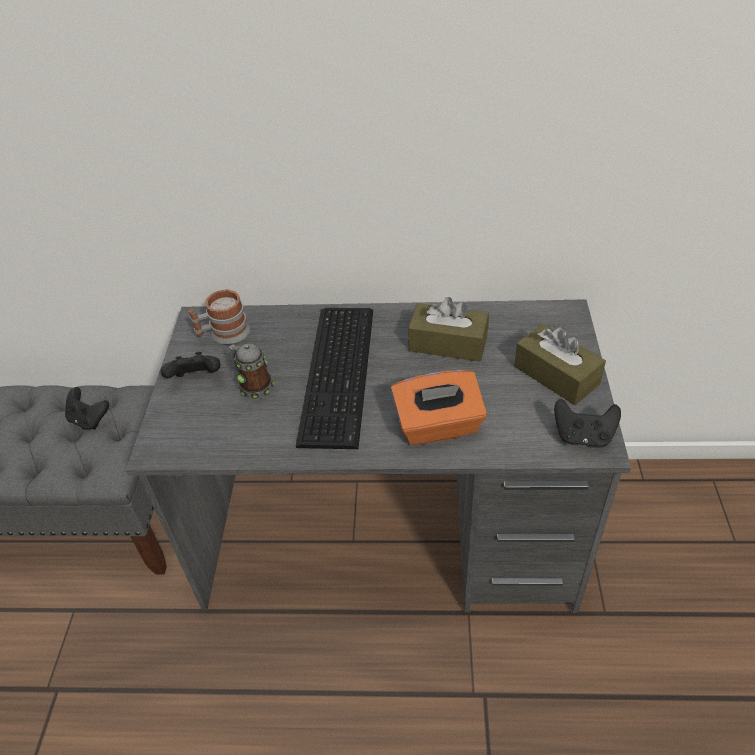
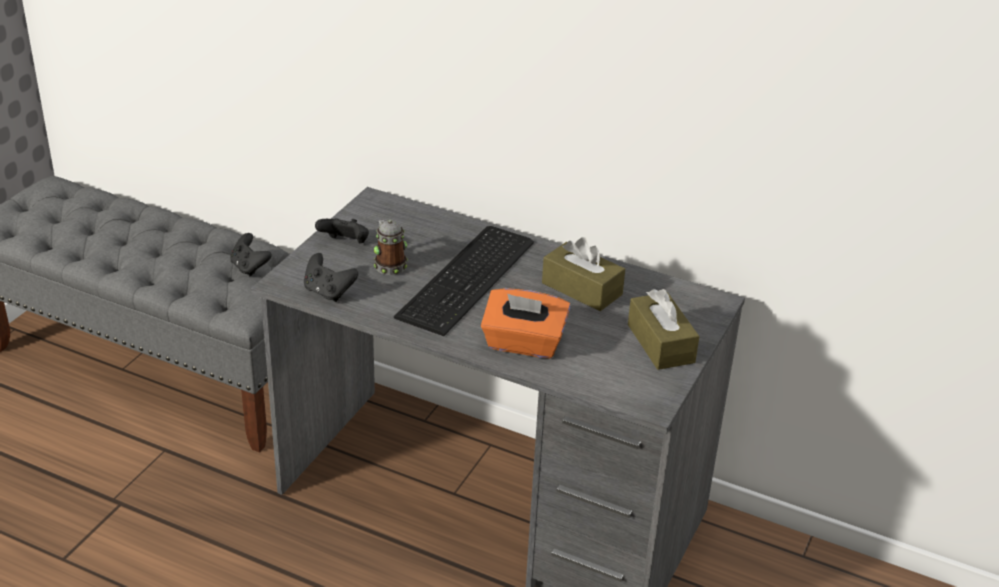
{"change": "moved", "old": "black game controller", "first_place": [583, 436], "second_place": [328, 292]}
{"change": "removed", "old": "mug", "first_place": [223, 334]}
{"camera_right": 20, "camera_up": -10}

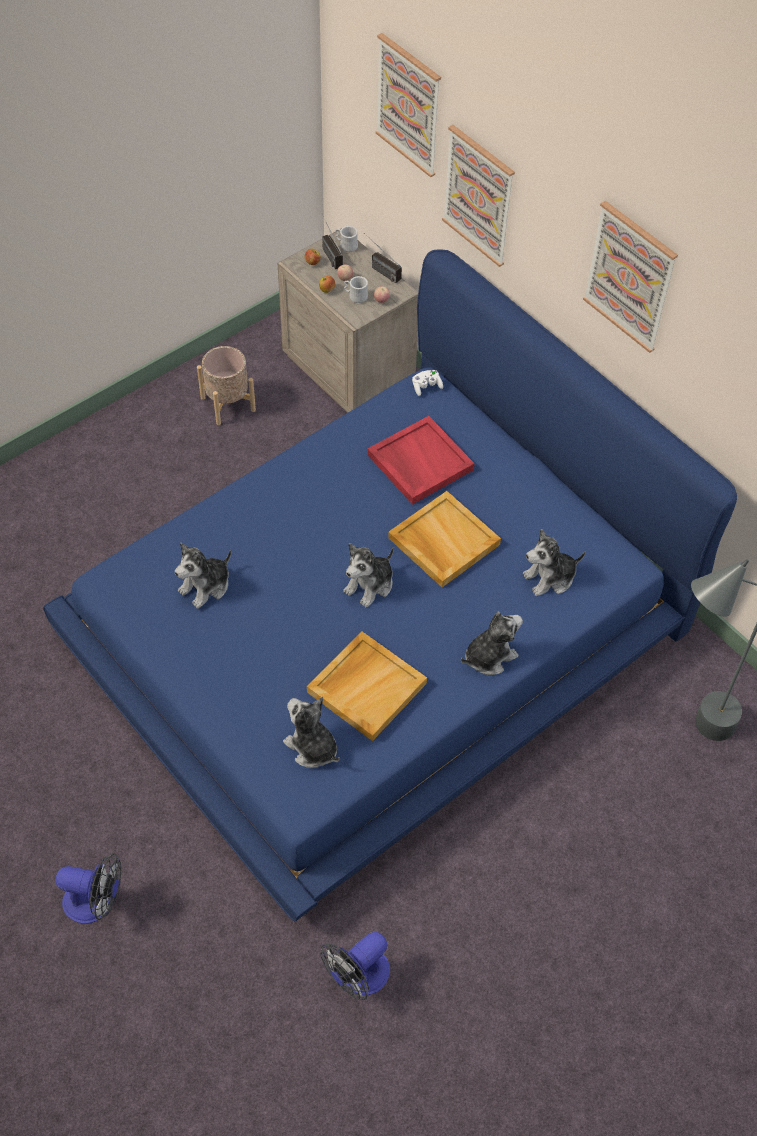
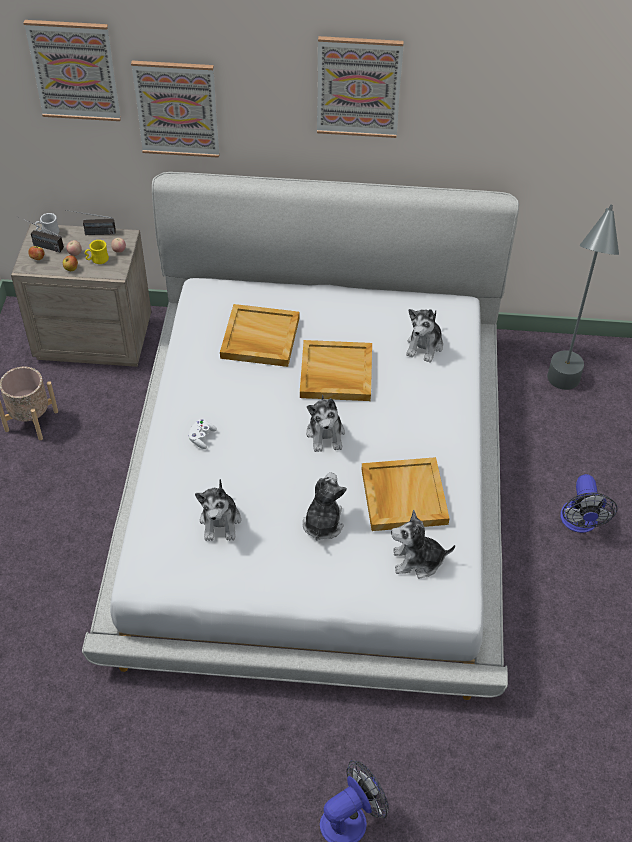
{"change": "recoloured", "old": "blue bed", "new": "white bed", "first_place": [376, 631], "second_place": [315, 484]}
{"change": "recoloured", "old": "white mug", "new": "yellow mug", "first_place": [355, 296], "second_place": [97, 260]}
{"change": "moved", "old": "white game controller", "first_place": [426, 387], "second_place": [202, 438]}
{"change": "recoloured", "old": "red tray", "new": "beige tray", "first_place": [419, 462], "second_place": [259, 338]}
{"change": "moved", "old": "plush toy", "first_place": [489, 656], "second_place": [322, 523]}
{"change": "moved", "old": "fan", "first_place": [358, 978], "second_place": [580, 523]}
{"camera_right": -45, "camera_up": -5}

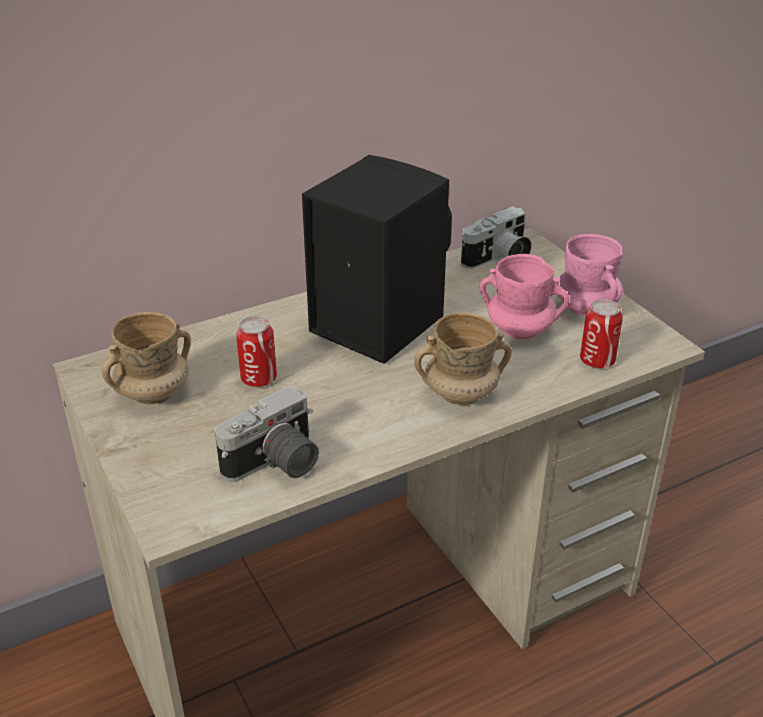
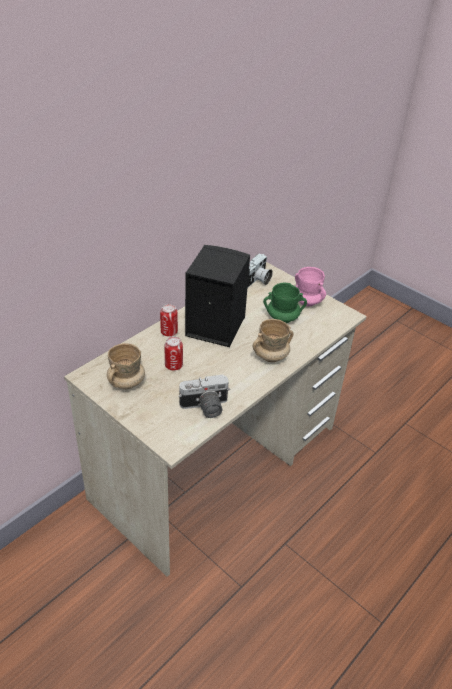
{"change": "moved", "old": "can", "first_place": [597, 361], "second_place": [169, 332]}
{"change": "turned", "old": "photo camera", "first_place": [276, 465], "second_place": [205, 408], "degrees": 45}
{"change": "recoloured", "old": "pink mug", "new": "green mug", "first_place": [520, 329], "second_place": [283, 318]}
{"camera_right": -20, "camera_up": 5}

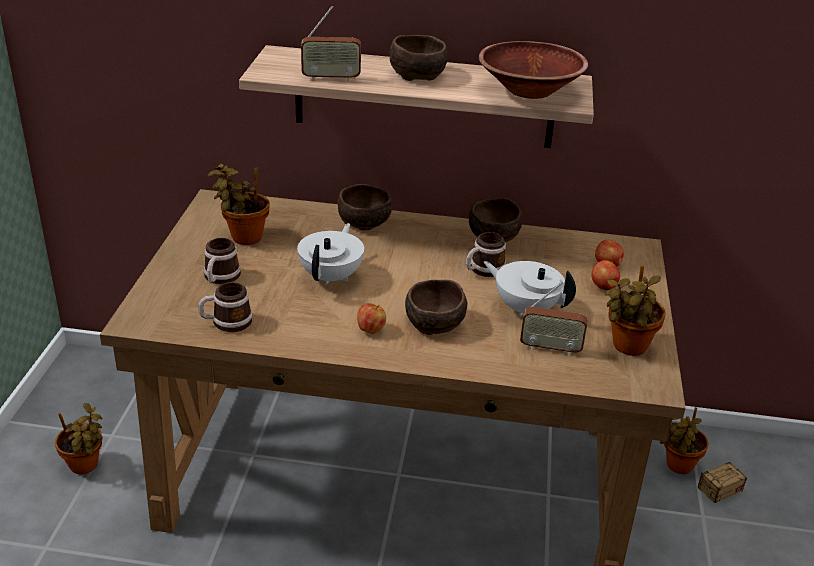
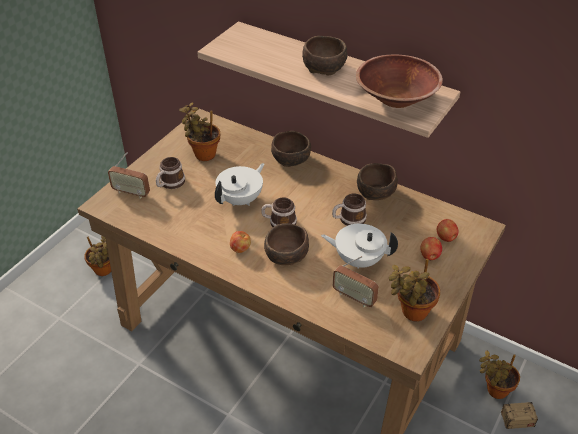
{"change": "moved", "old": "radio", "first_place": [331, 78], "second_place": [131, 192]}
{"change": "moved", "old": "mug", "first_place": [226, 322], "second_place": [279, 222]}
{"change": "turned", "old": "white teapot", "first_place": [525, 308], "second_place": [358, 259], "degrees": -45}
{"camera_right": 25, "camera_up": 10}

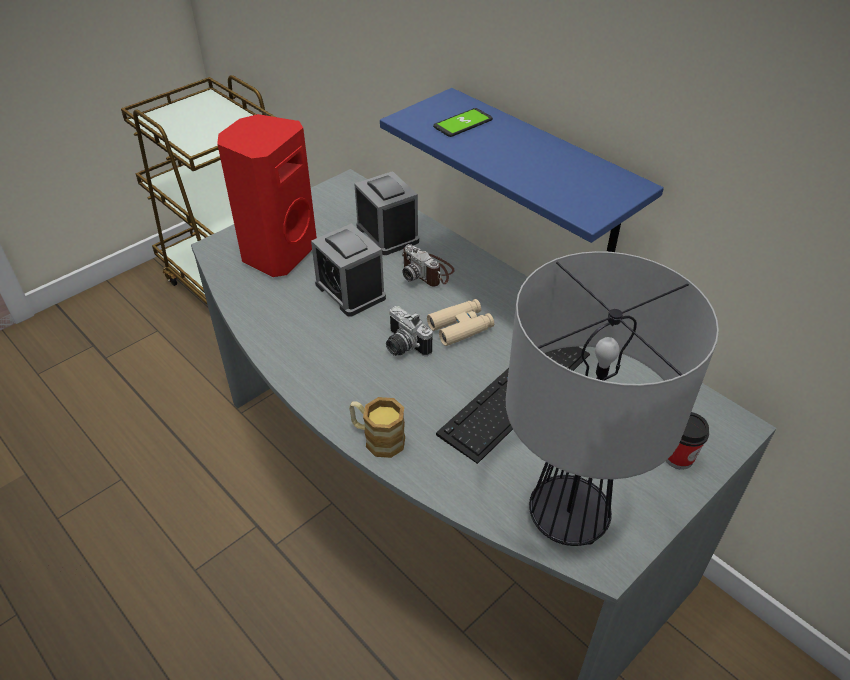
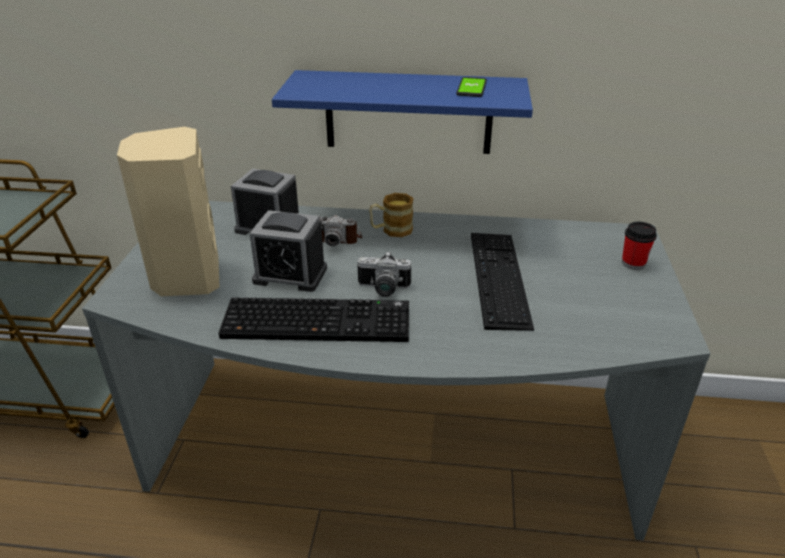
{"change": "recoloured", "old": "red speaker", "new": "beige speaker", "first_place": [277, 253], "second_place": [186, 278]}
{"change": "added", "new": "keyboard", "second_place": [319, 320]}
{"change": "moved", "old": "mug", "first_place": [377, 438], "second_place": [391, 230]}
{"change": "moved", "old": "phone", "first_place": [463, 124], "second_place": [471, 88]}
{"change": "removed", "old": "beige binoculars", "first_place": [460, 327]}
{"change": "removed", "old": "table lamp", "first_place": [568, 515]}
{"camera_right": -40, "camera_up": -10}

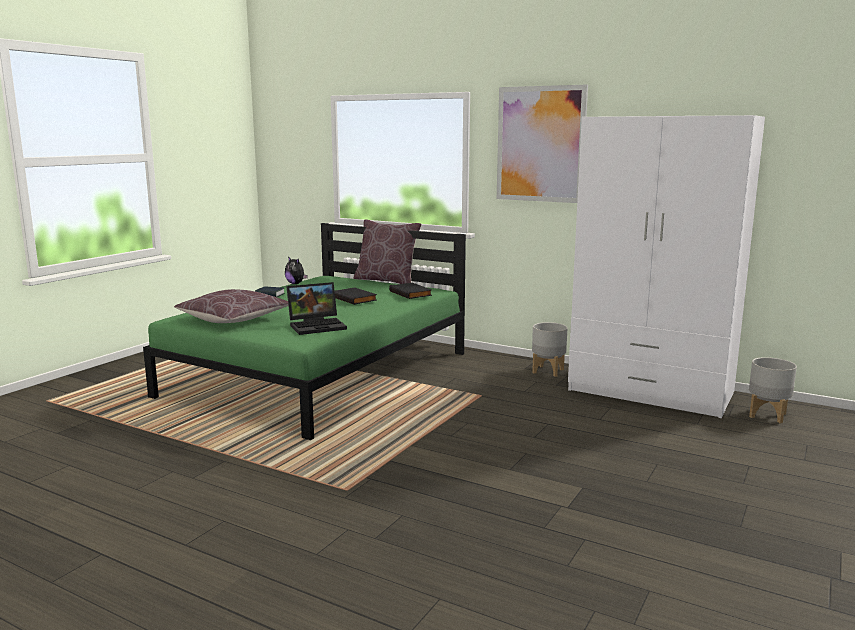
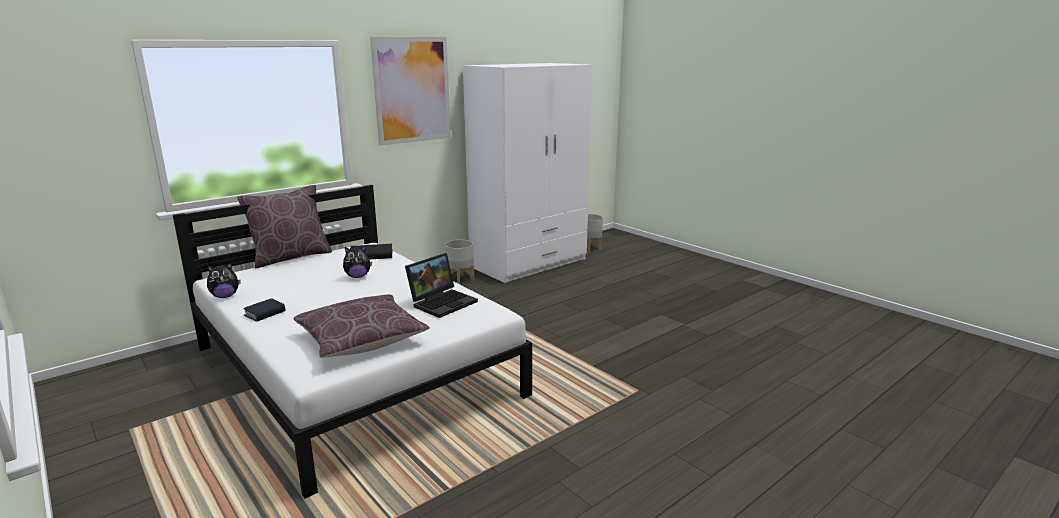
{"change": "recoloured", "old": "green bed", "new": "white bed", "first_place": [320, 374], "second_place": [354, 371]}
{"change": "replaced", "old": "black book", "new": "plush toy", "first_place": [355, 298], "second_place": [358, 276]}
{"change": "turned", "old": "laptop", "first_place": [318, 326], "second_place": [443, 302], "degrees": 45}
{"camera_right": -70, "camera_up": 5}

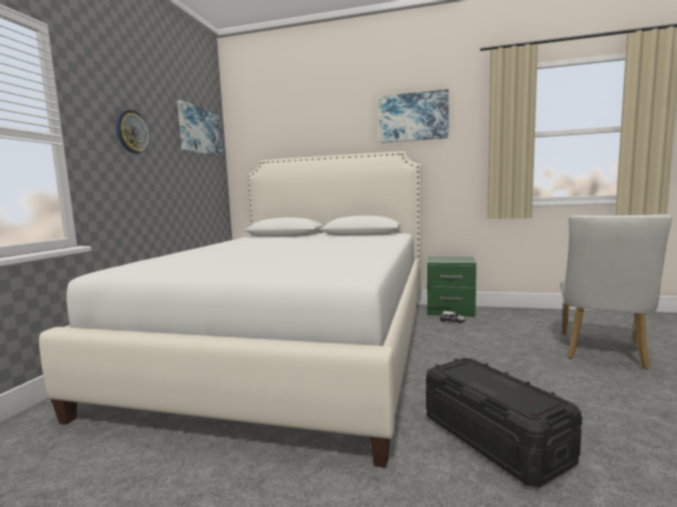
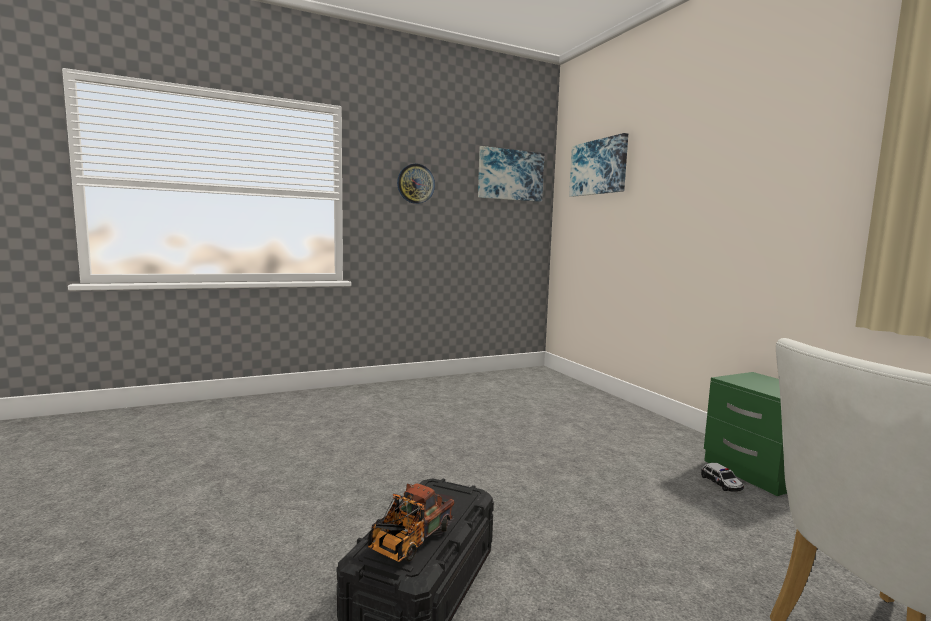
{"change": "added", "new": "toy truck", "second_place": [408, 542]}
{"change": "moved", "old": "picture", "first_place": [413, 117], "second_place": [598, 167]}
{"change": "removed", "old": "white bed", "first_place": [295, 345]}
{"camera_right": 50, "camera_up": 0}

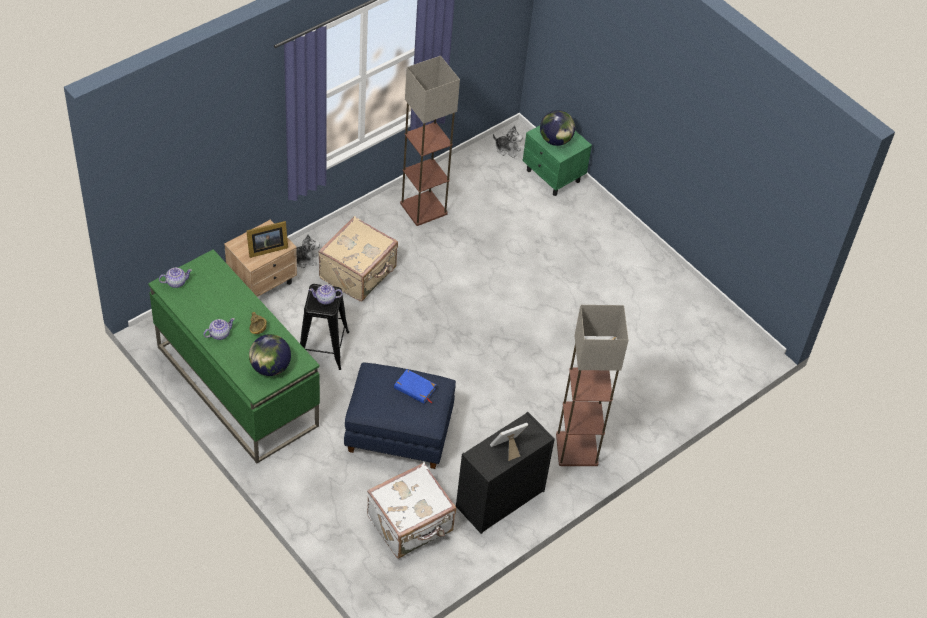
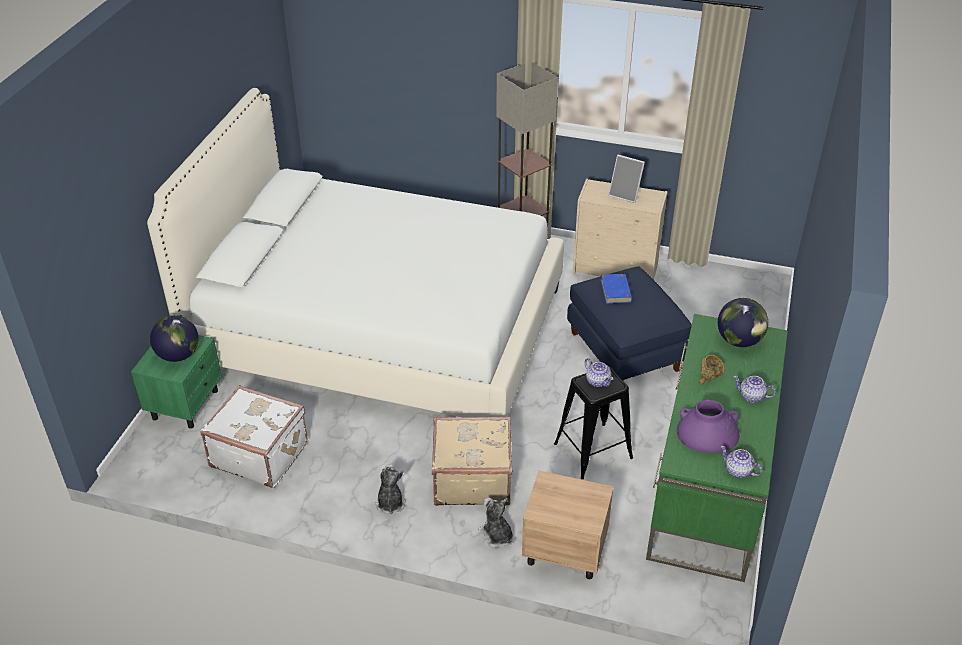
{"change": "added", "new": "white bed", "second_place": [379, 328]}
{"change": "moved", "old": "white suitcase", "first_place": [411, 525], "second_place": [260, 454]}
{"change": "moved", "old": "plush toy", "first_place": [507, 149], "second_place": [390, 503]}
{"change": "recoloured", "old": "black dresser", "new": "beige dresser", "first_place": [499, 499], "second_place": [616, 269]}
{"change": "added", "new": "purple vase", "second_place": [707, 433]}
{"change": "removed", "old": "picture frame", "first_place": [265, 249]}
{"change": "removed", "old": "floor lamp", "first_place": [423, 209]}
{"camera_right": -120, "camera_up": -10}

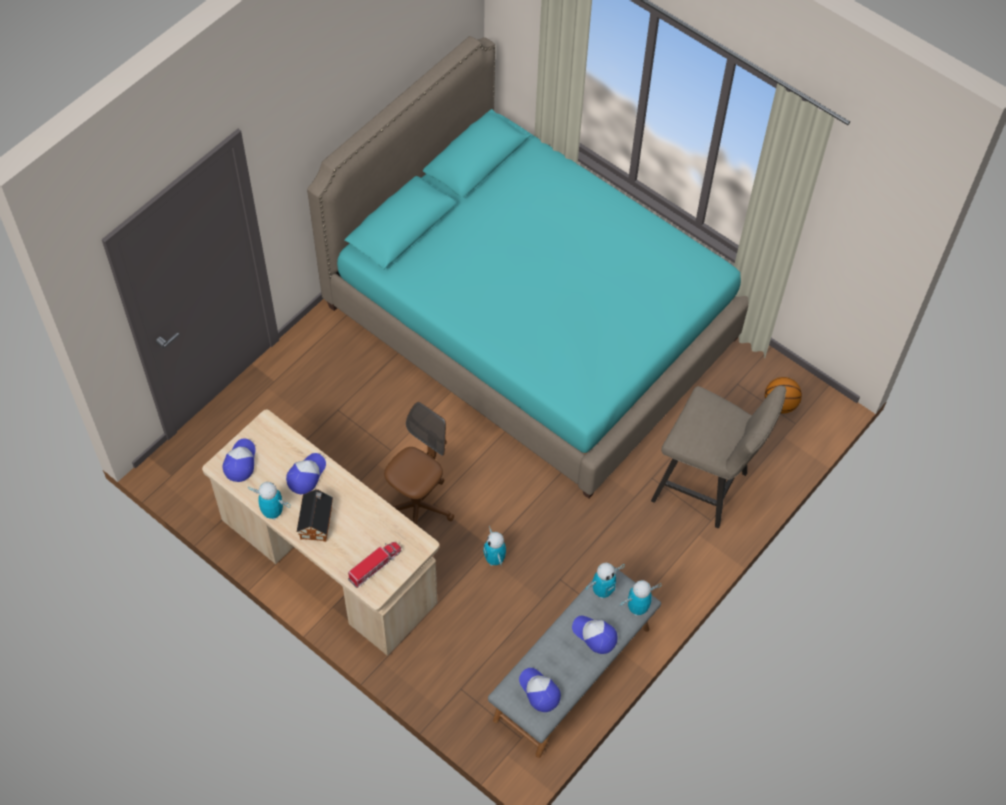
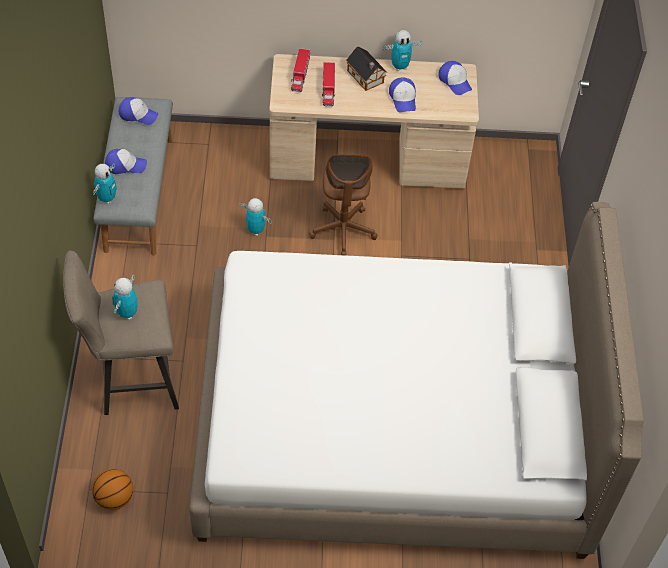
{"change": "moved", "old": "toy robot", "first_place": [602, 591], "second_place": [127, 313]}
{"change": "recoloured", "old": "turquoise bed", "new": "white bed", "first_place": [532, 322], "second_place": [392, 428]}
{"change": "added", "new": "toy truck", "second_place": [328, 89]}
{"camera_right": 140, "camera_up": -5}

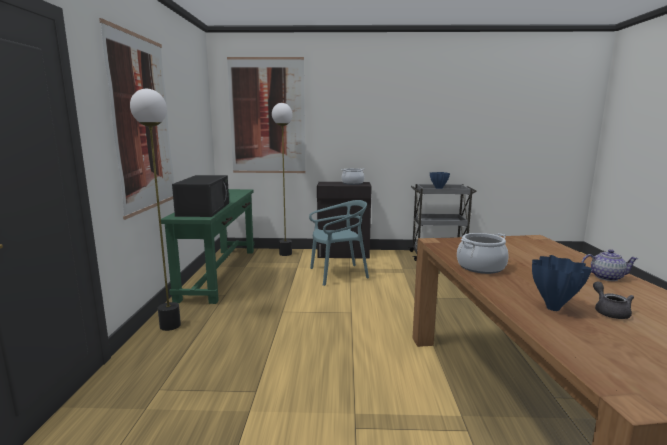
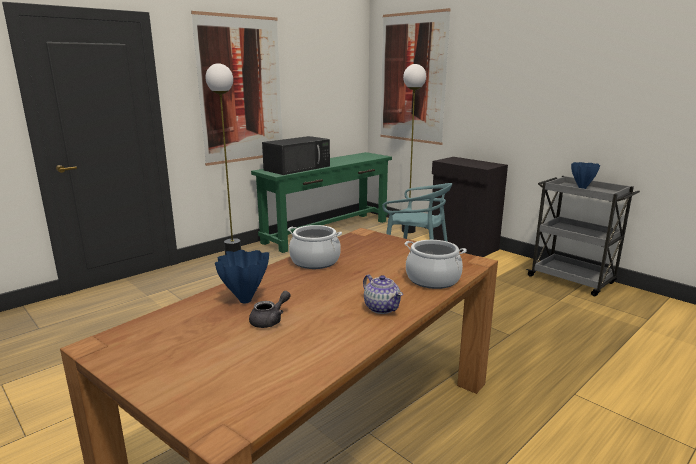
{"change": "moved", "old": "cooking pot", "first_place": [352, 183], "second_place": [433, 279]}
{"camera_right": 45, "camera_up": 5}

